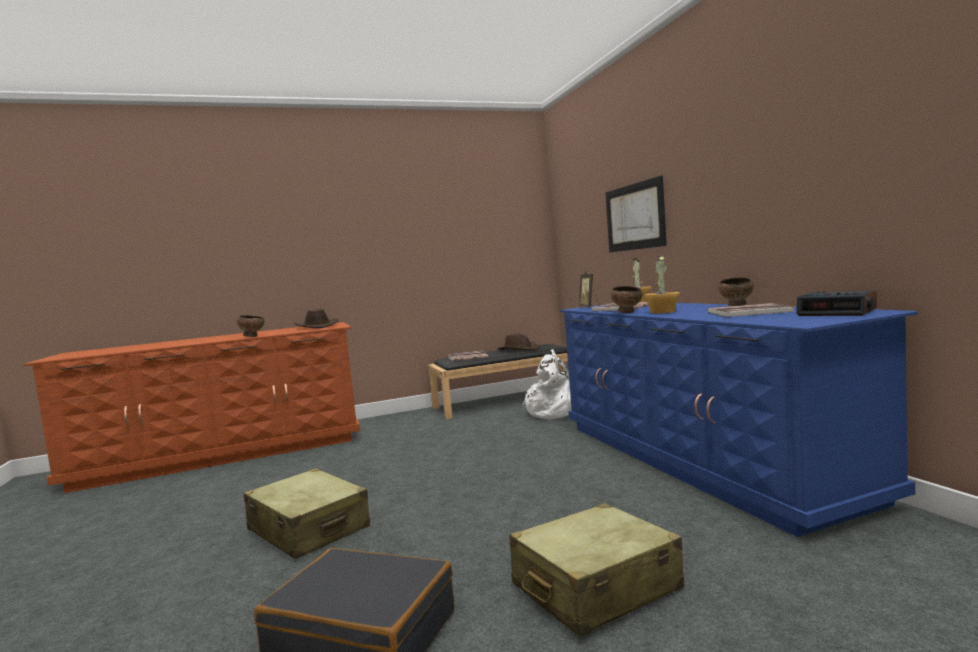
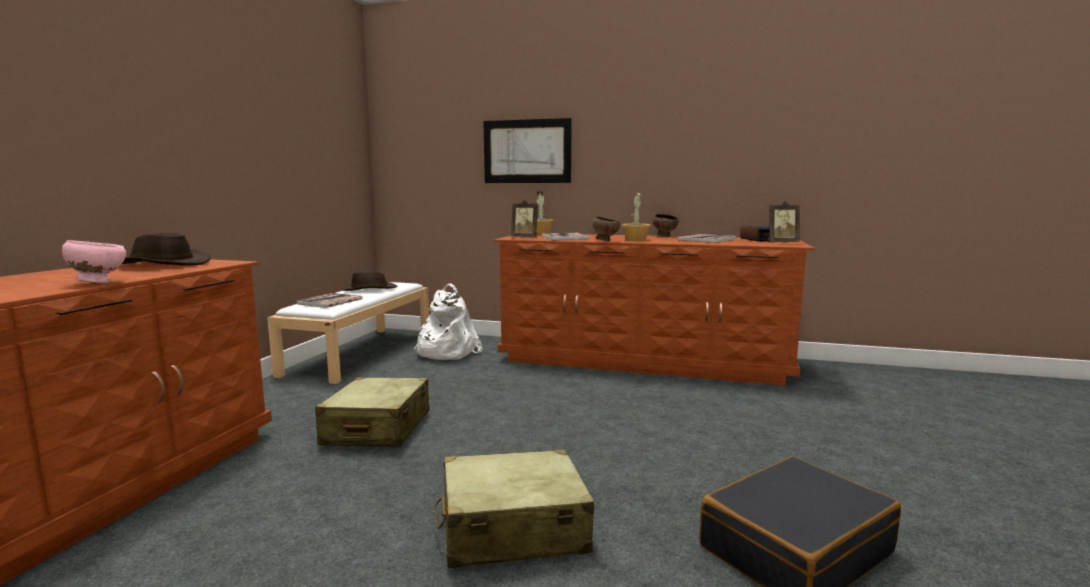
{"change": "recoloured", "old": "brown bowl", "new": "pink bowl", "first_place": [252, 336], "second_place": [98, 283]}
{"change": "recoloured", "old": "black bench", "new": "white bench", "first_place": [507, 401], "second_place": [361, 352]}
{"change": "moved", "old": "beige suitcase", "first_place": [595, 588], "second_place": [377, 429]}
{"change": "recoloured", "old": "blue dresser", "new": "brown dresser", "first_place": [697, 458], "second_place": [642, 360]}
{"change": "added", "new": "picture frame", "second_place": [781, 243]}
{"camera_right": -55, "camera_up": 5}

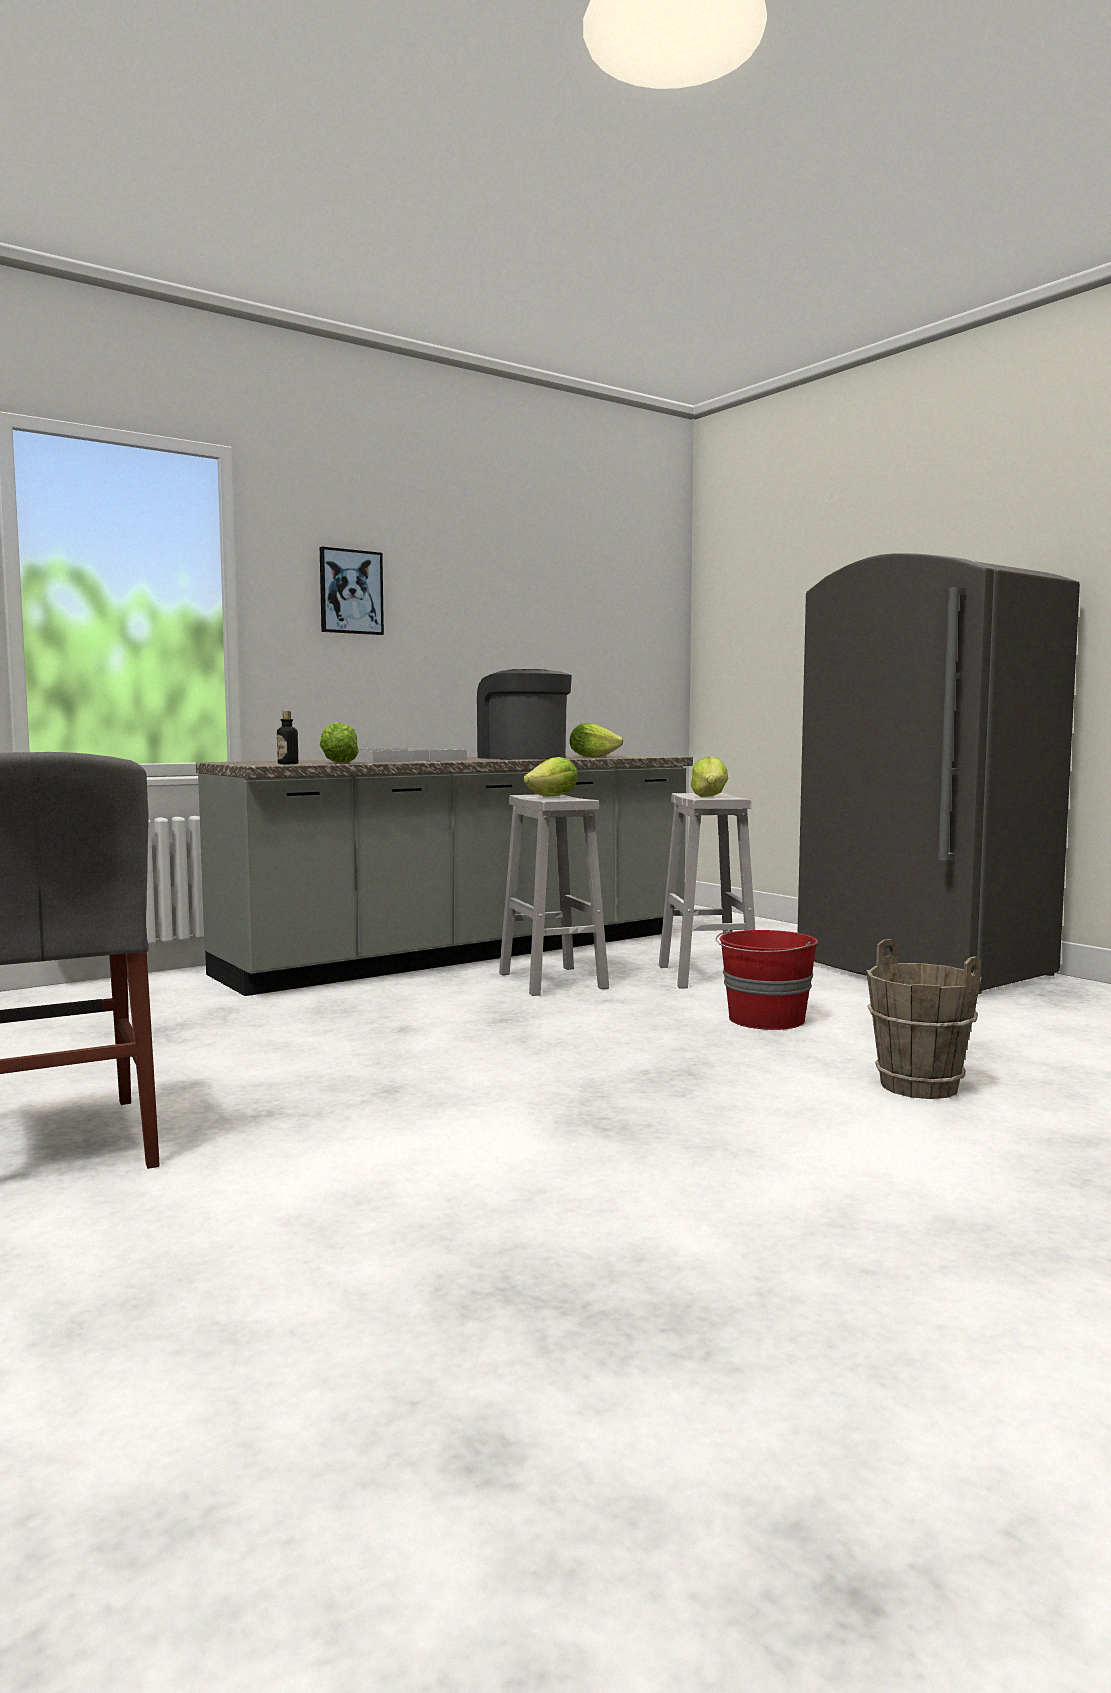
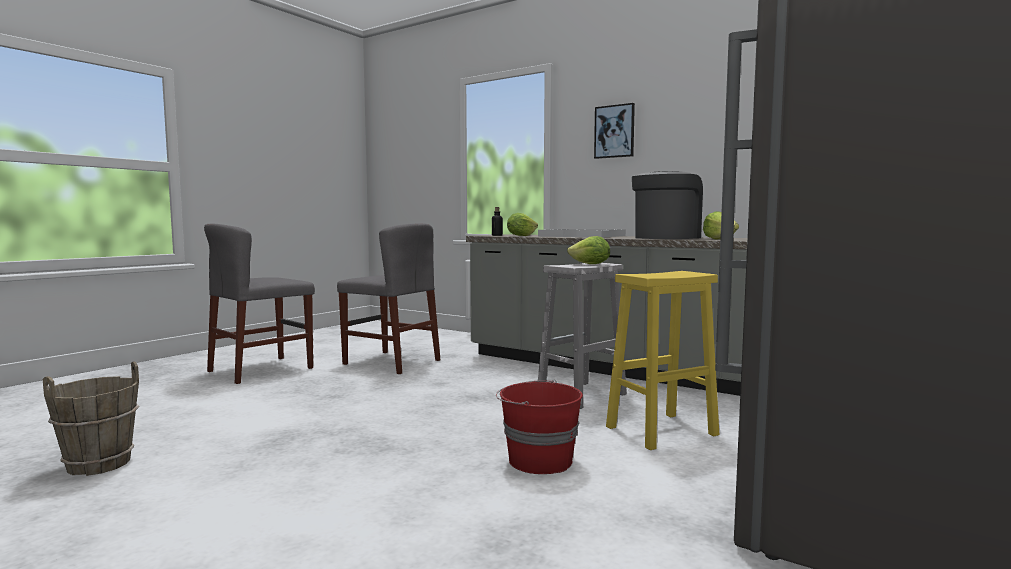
{"change": "moved", "old": "brown bucket", "first_place": [918, 1086], "second_place": [98, 464]}
{"change": "added", "new": "grey chair", "second_place": [391, 362]}
{"change": "recoloured", "old": "white stool", "new": "yellow stool", "first_place": [705, 975], "second_place": [662, 430]}
{"change": "removed", "old": "lettuce", "first_place": [709, 796]}
{"camera_right": 70, "camera_up": 0}

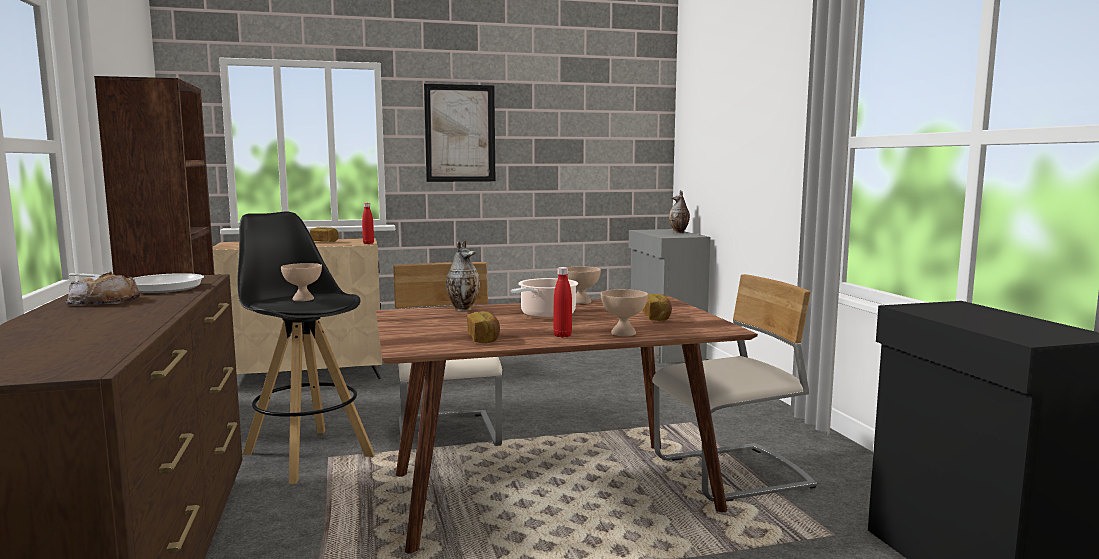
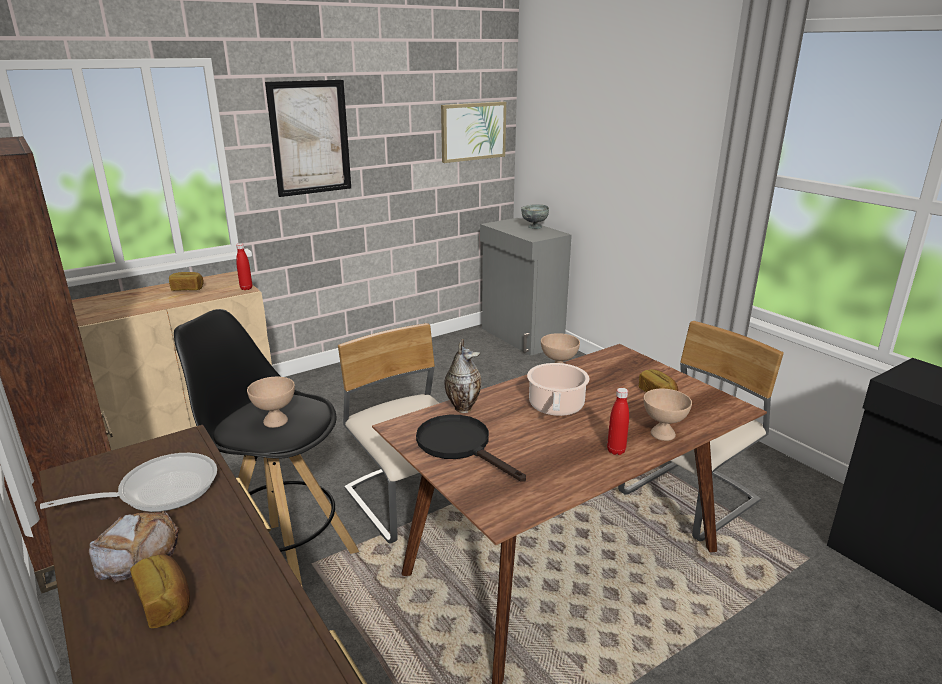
{"change": "moved", "old": "bread", "first_place": [484, 339], "second_place": [166, 602]}
{"change": "added", "new": "black frying pan", "second_place": [461, 446]}
{"change": "added", "new": "picture", "second_place": [473, 131]}
{"change": "replaced", "old": "vase", "new": "grey bowl", "first_place": [679, 232], "second_place": [534, 227]}
{"camera_right": -20, "camera_up": 15}

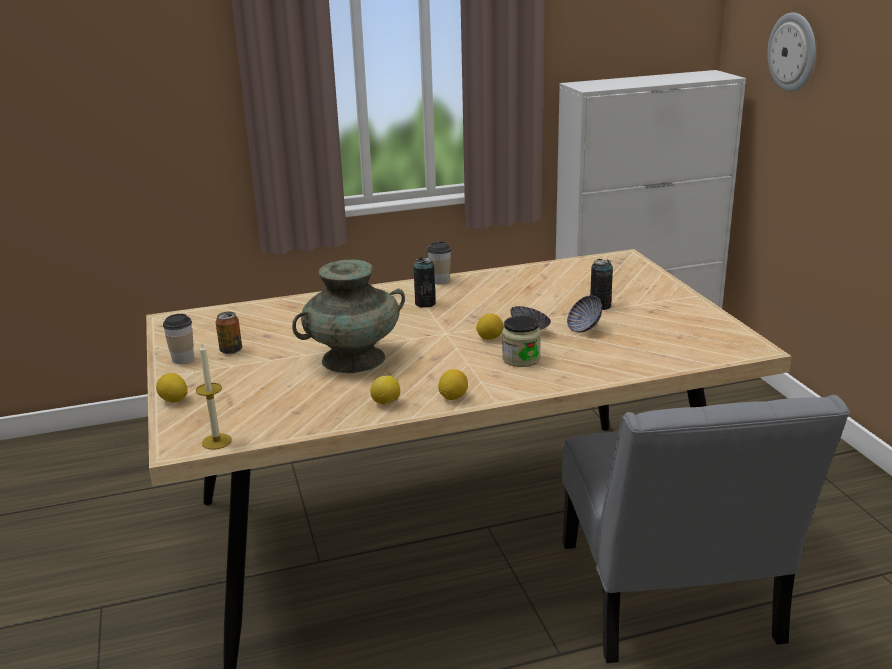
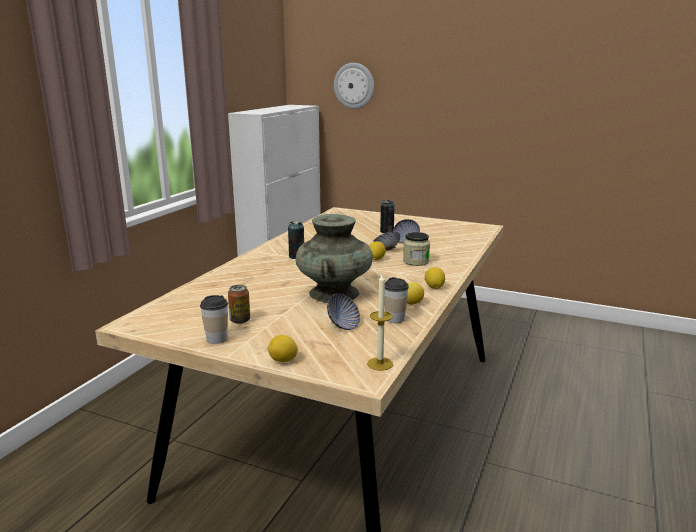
{"change": "added", "new": "bowl", "second_place": [343, 325]}
{"change": "moved", "old": "cup", "first_place": [440, 281], "second_place": [395, 319]}
{"change": "removed", "old": "grey chair", "first_place": [670, 601]}
{"camera_right": -50, "camera_up": -5}

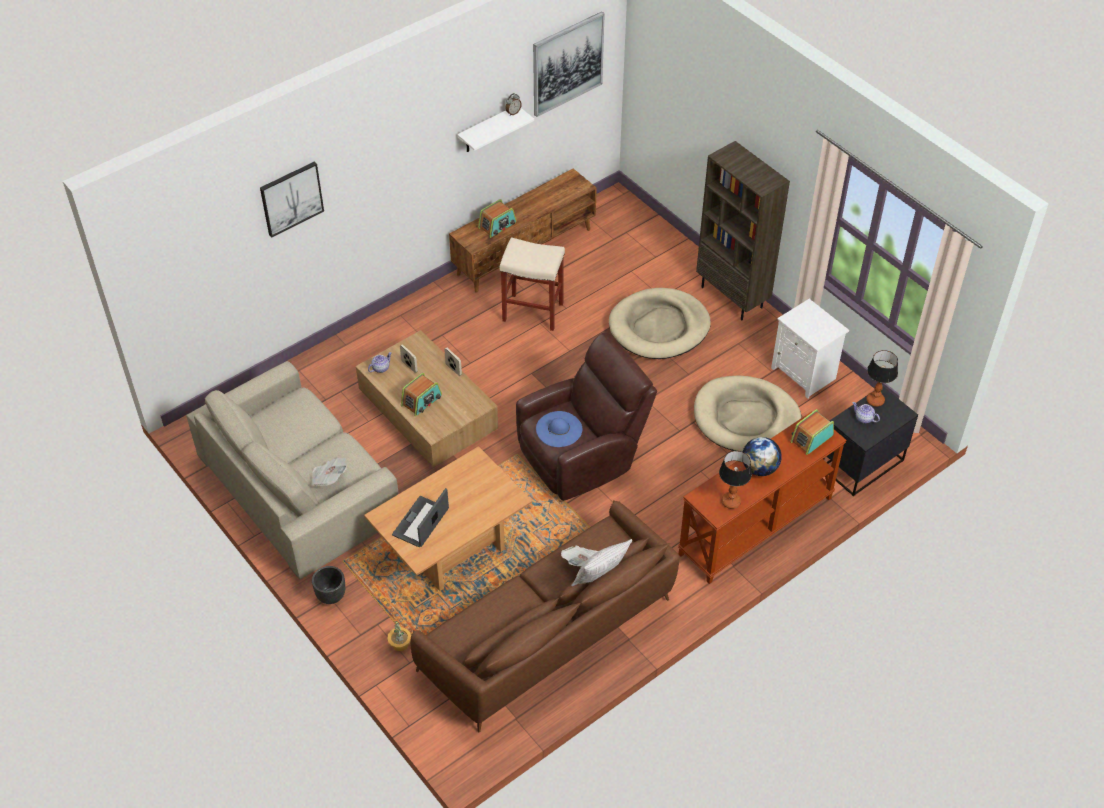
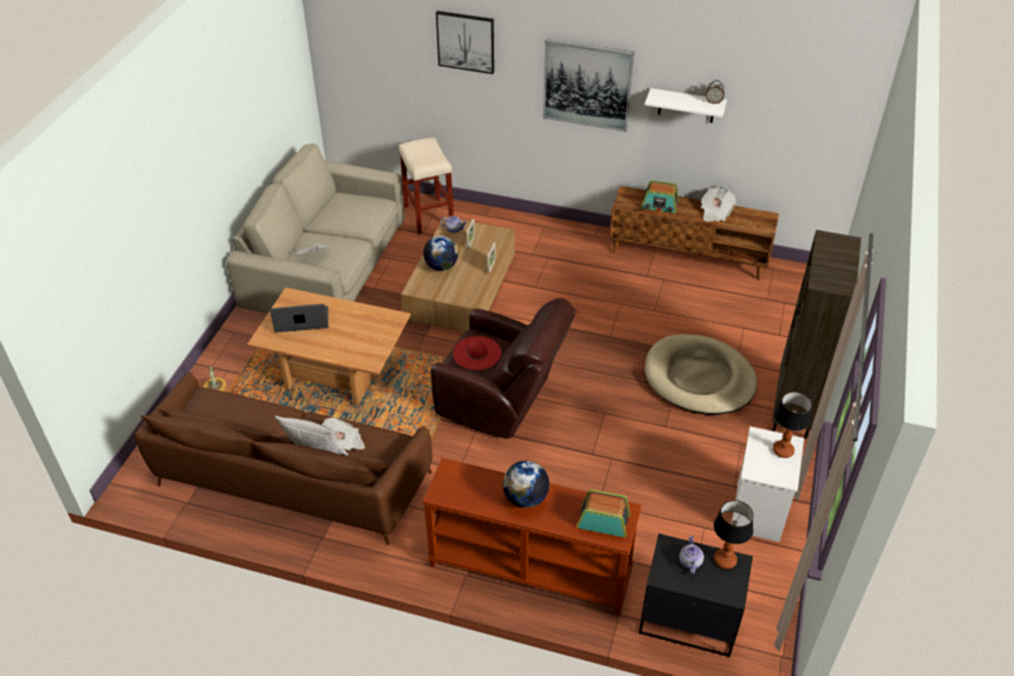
{"change": "moved", "old": "beige stool", "first_place": [534, 312], "second_place": [429, 216]}
{"change": "replaced", "old": "radio", "new": "globe", "first_place": [422, 401], "second_place": [441, 266]}
{"change": "recoloured", "old": "blue hat", "new": "red hat", "first_place": [559, 429], "second_place": [477, 353]}
{"change": "moved", "old": "picture", "first_place": [567, 63], "second_place": [587, 85]}
{"change": "added", "new": "newspaper", "second_place": [715, 212]}
{"change": "moved", "old": "table lamp", "first_place": [730, 502], "second_place": [782, 450]}
{"change": "removed", "old": "black planter", "first_place": [330, 596]}
{"change": "removed", "old": "beige dog bed", "first_place": [746, 419]}
{"camera_right": 55, "camera_up": -5}

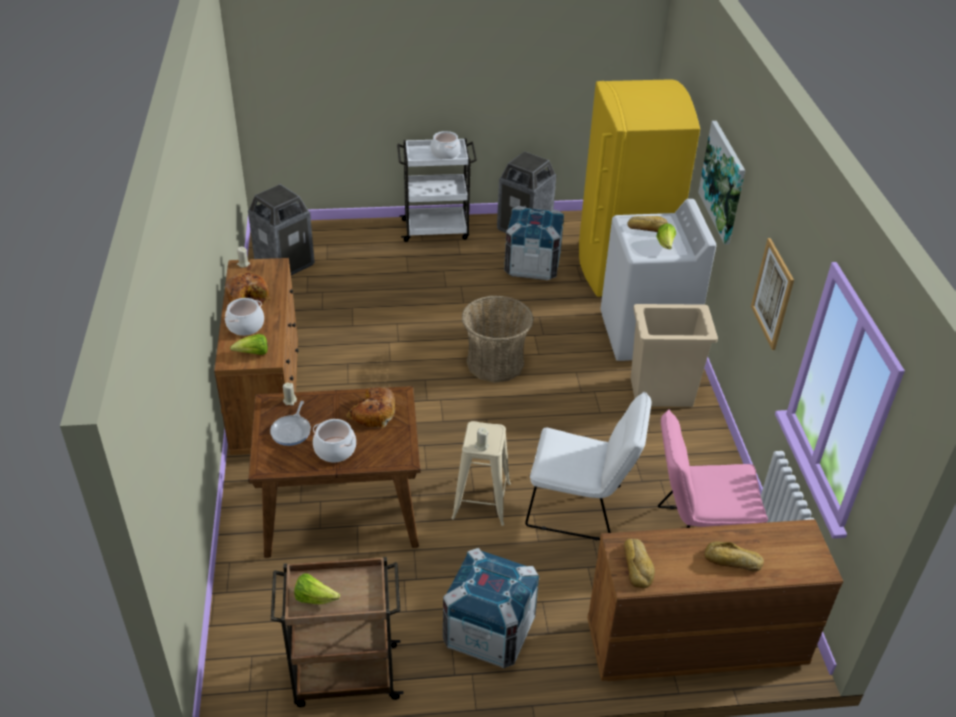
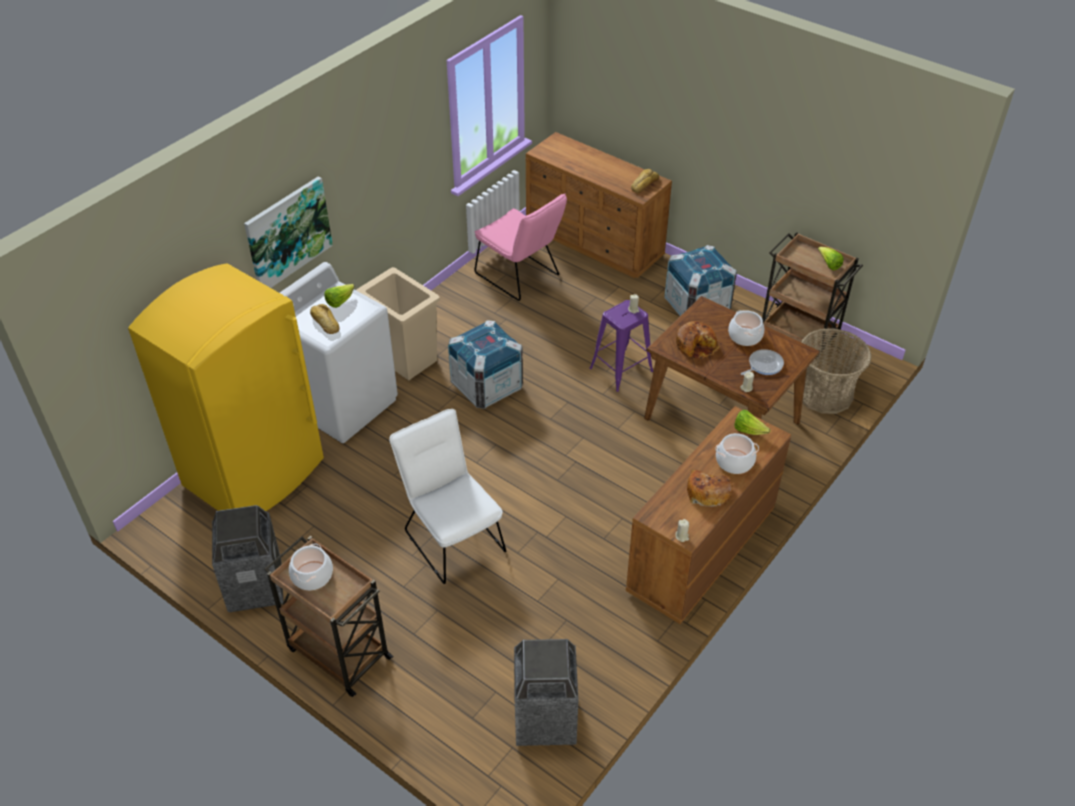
{"change": "recoloured", "old": "white cart", "new": "brown cart", "first_place": [436, 229], "second_place": [337, 652]}
{"change": "moved", "old": "white chair", "first_place": [581, 508], "second_place": [451, 536]}
{"change": "moved", "old": "crate", "first_place": [532, 265], "second_place": [486, 386]}
{"change": "recoloured", "old": "beige stool", "new": "purple stool", "first_place": [481, 500], "second_place": [621, 369]}
{"change": "moved", "old": "basket", "first_place": [495, 363], "second_place": [824, 394]}
{"change": "removed", "old": "bread", "first_place": [732, 561]}
{"change": "removed", "old": "picture", "first_place": [772, 294]}
{"camera_right": -135, "camera_up": 5}

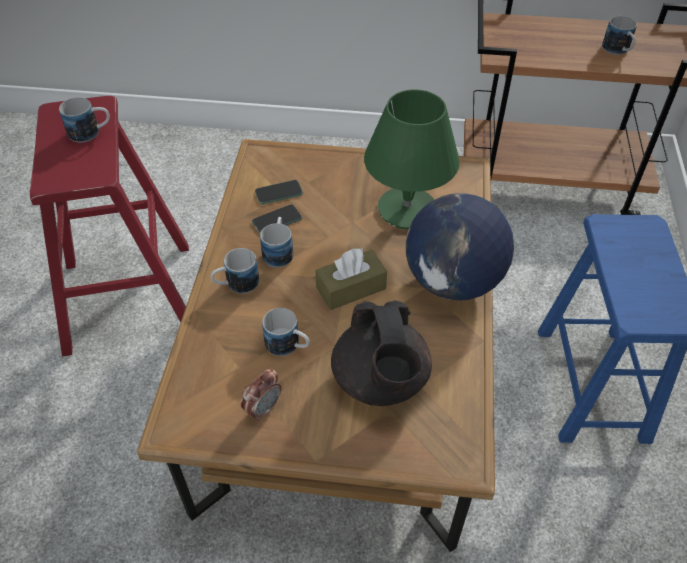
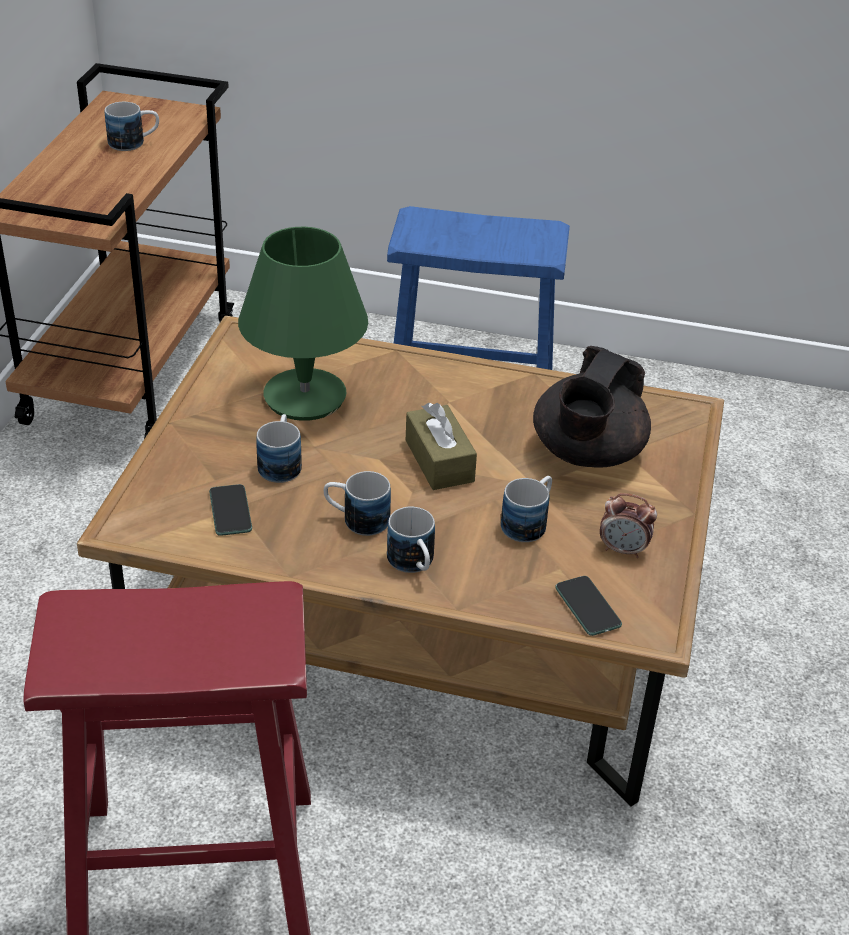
{"change": "moved", "old": "mug", "first_place": [91, 133], "second_place": [281, 463]}
{"change": "turned", "old": "black teapot", "first_place": [380, 381], "second_place": [587, 454], "degrees": 120}
{"change": "moved", "old": "phone", "first_place": [277, 220], "second_place": [587, 607]}
{"change": "turned", "old": "alarm clock", "first_place": [263, 408], "second_place": [623, 550], "degrees": 150}
{"change": "removed", "old": "globe", "first_place": [453, 282]}
{"camera_right": -85, "camera_up": -10}

